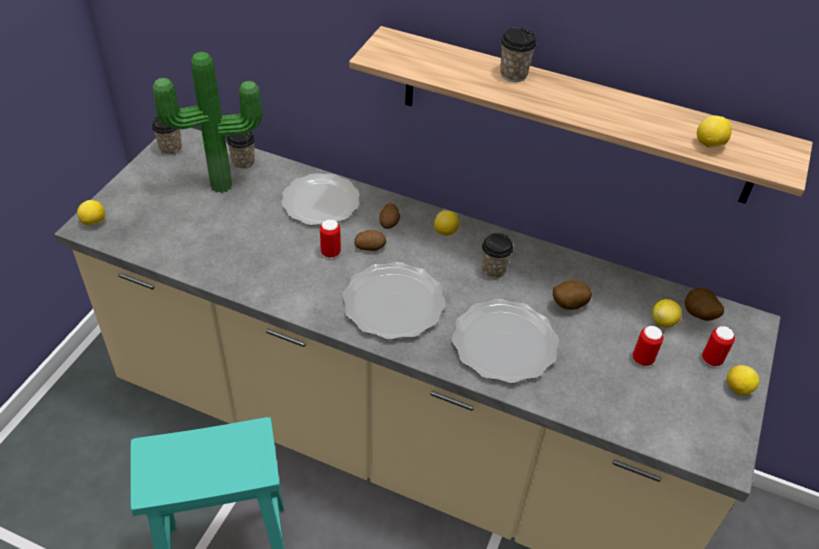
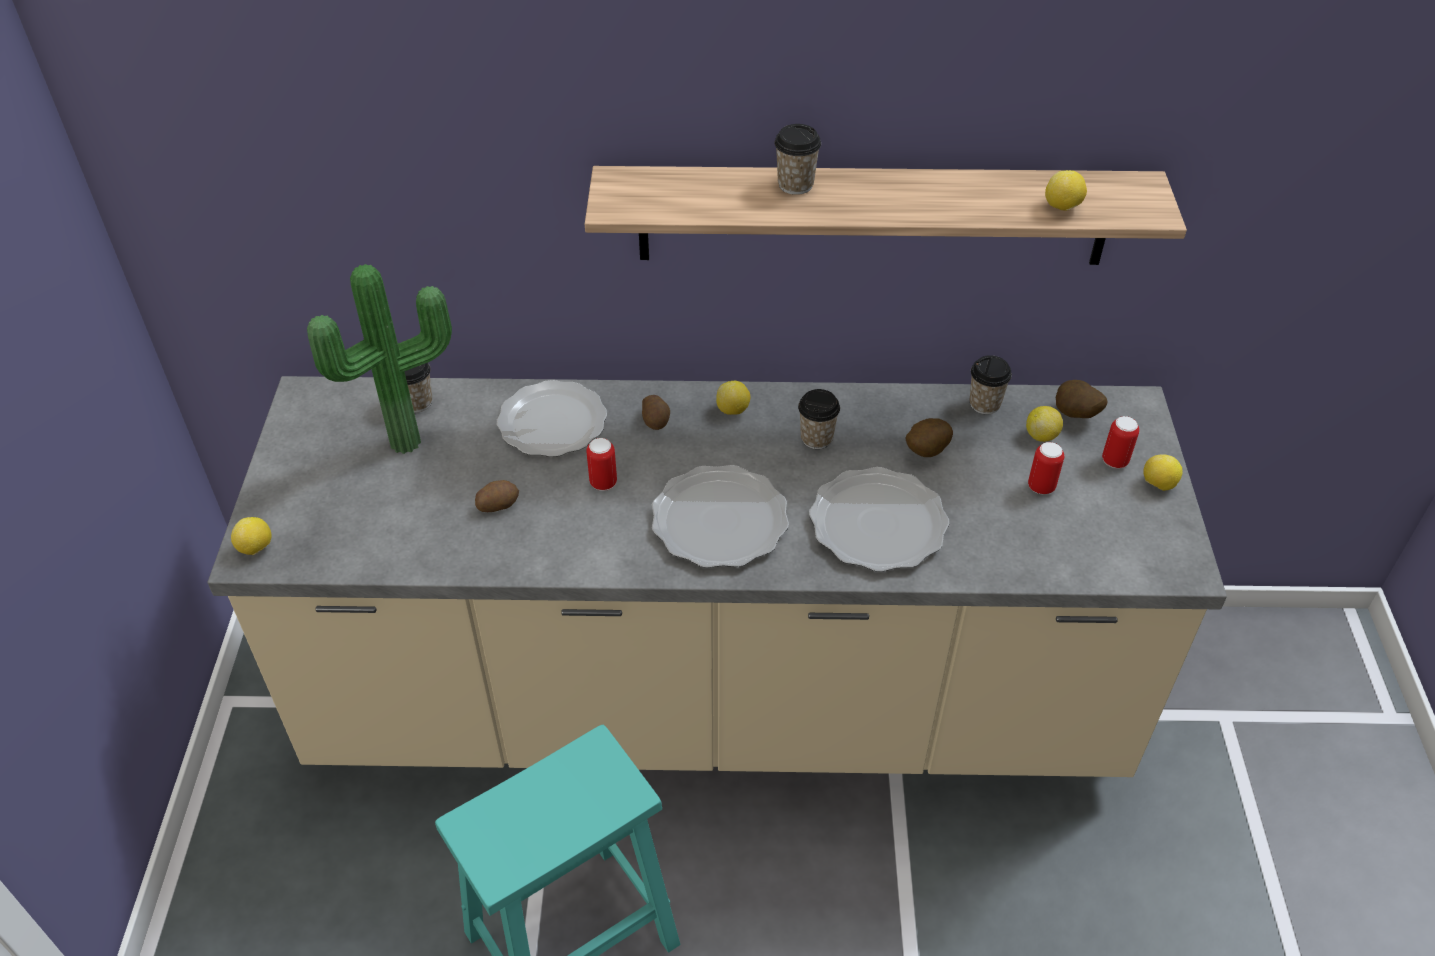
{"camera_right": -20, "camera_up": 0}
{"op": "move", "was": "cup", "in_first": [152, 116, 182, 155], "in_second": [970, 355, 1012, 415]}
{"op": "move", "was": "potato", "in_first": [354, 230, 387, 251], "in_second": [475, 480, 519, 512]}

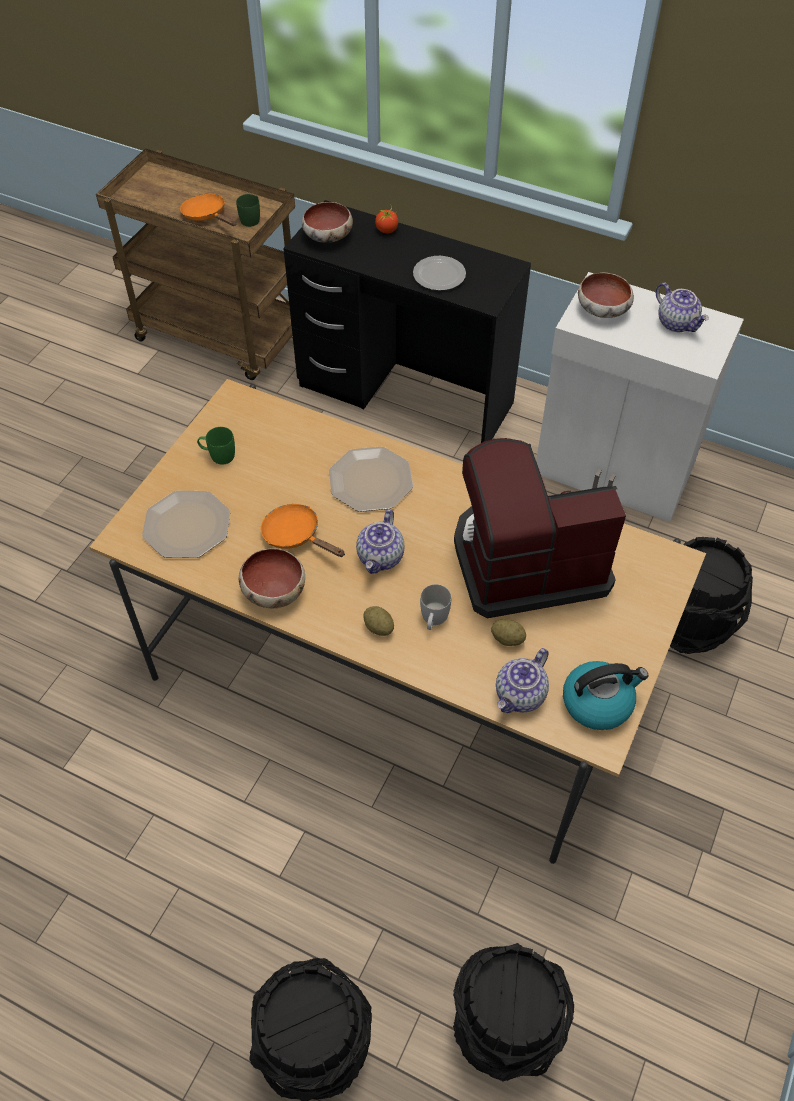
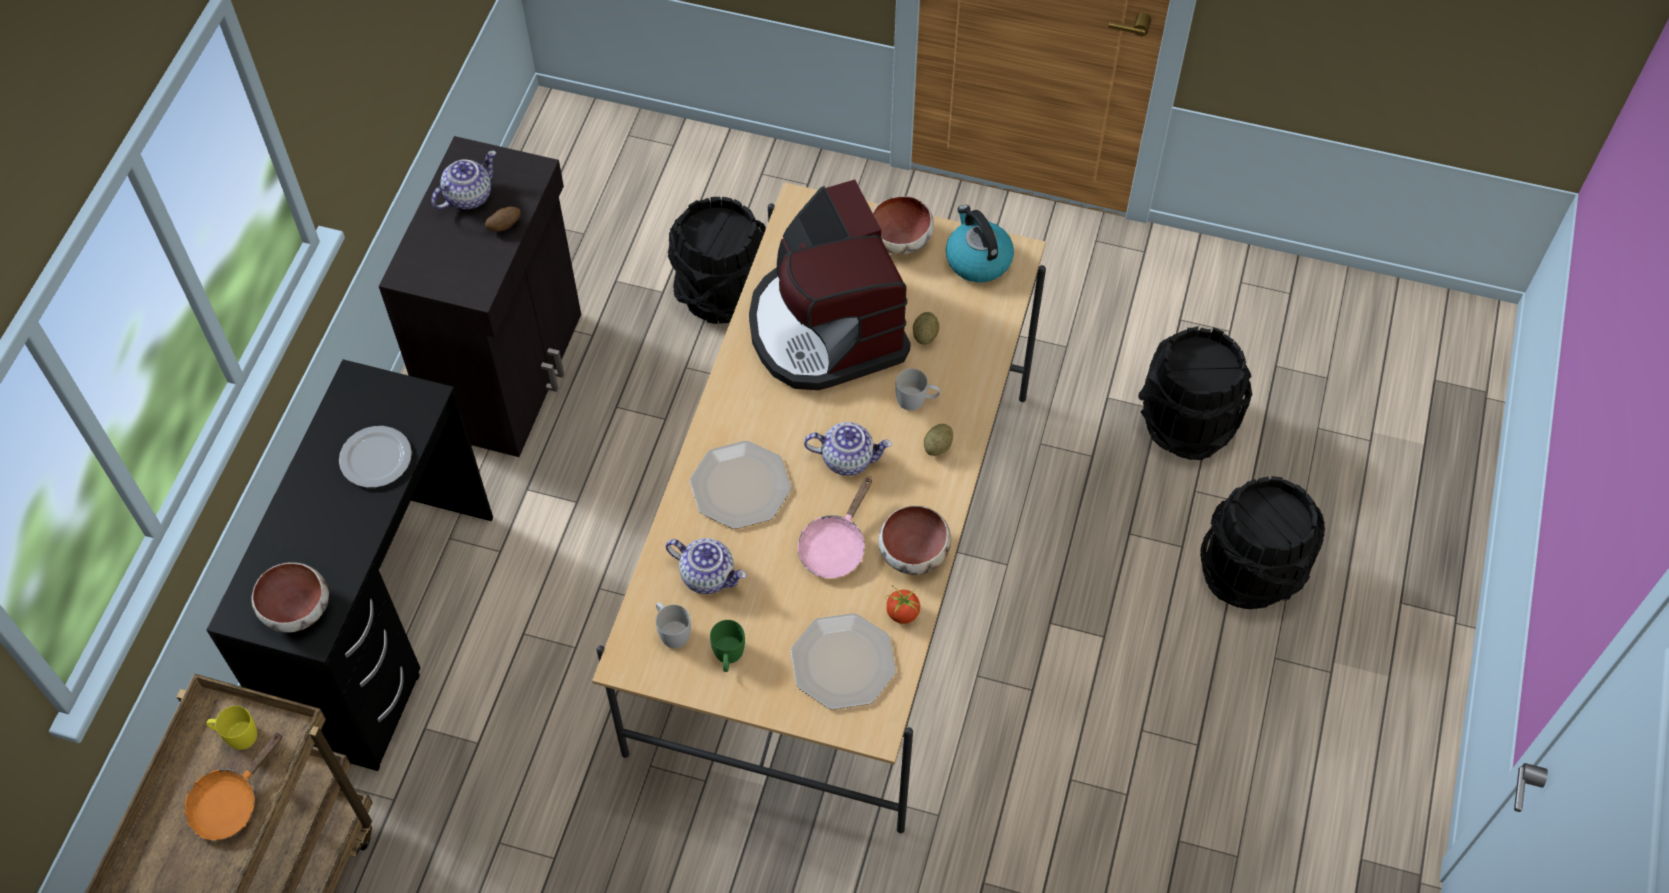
{"camera_right": -100, "camera_up": 5}
{"op": "insert", "now": "potato", "in_second": [485, 207, 521, 232]}
{"op": "insert", "now": "white mug", "in_second": [656, 602, 691, 648]}
{"op": "move", "was": "tomato", "in_first": [375, 205, 399, 233], "in_second": [885, 586, 920, 624]}
{"op": "move", "was": "teapot", "in_first": [496, 648, 549, 713], "in_second": [666, 538, 747, 594]}
{"op": "move", "was": "bowl", "in_first": [578, 272, 634, 318], "in_second": [872, 196, 934, 254]}
{"op": "recolor", "was": "green mug", "now": "yellow mug", "in_first": [236, 194, 260, 227], "in_second": [206, 706, 257, 750]}
{"op": "recolor", "was": "orange frying pan", "now": "pink frying pan", "in_first": [261, 504, 345, 557], "in_second": [798, 476, 872, 578]}
{"op": "recolor", "was": "white cabinet", "now": "black cabinet", "in_first": [536, 272, 744, 522], "in_second": [379, 136, 581, 457]}

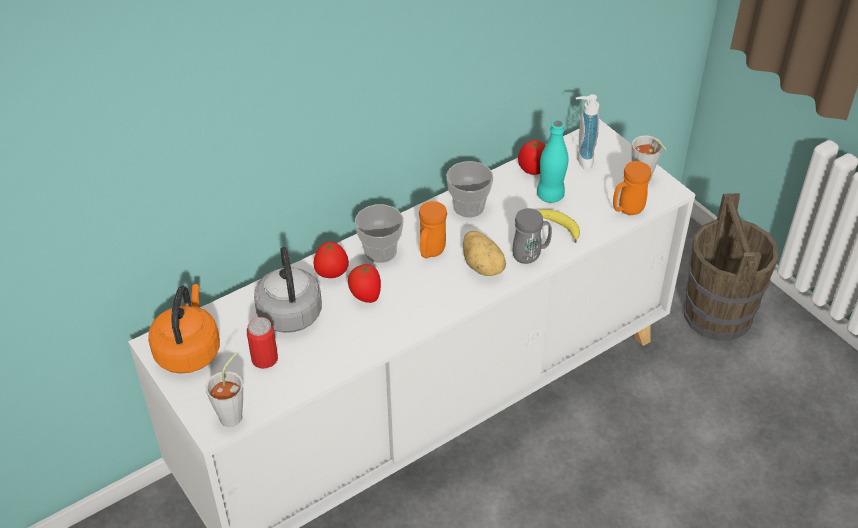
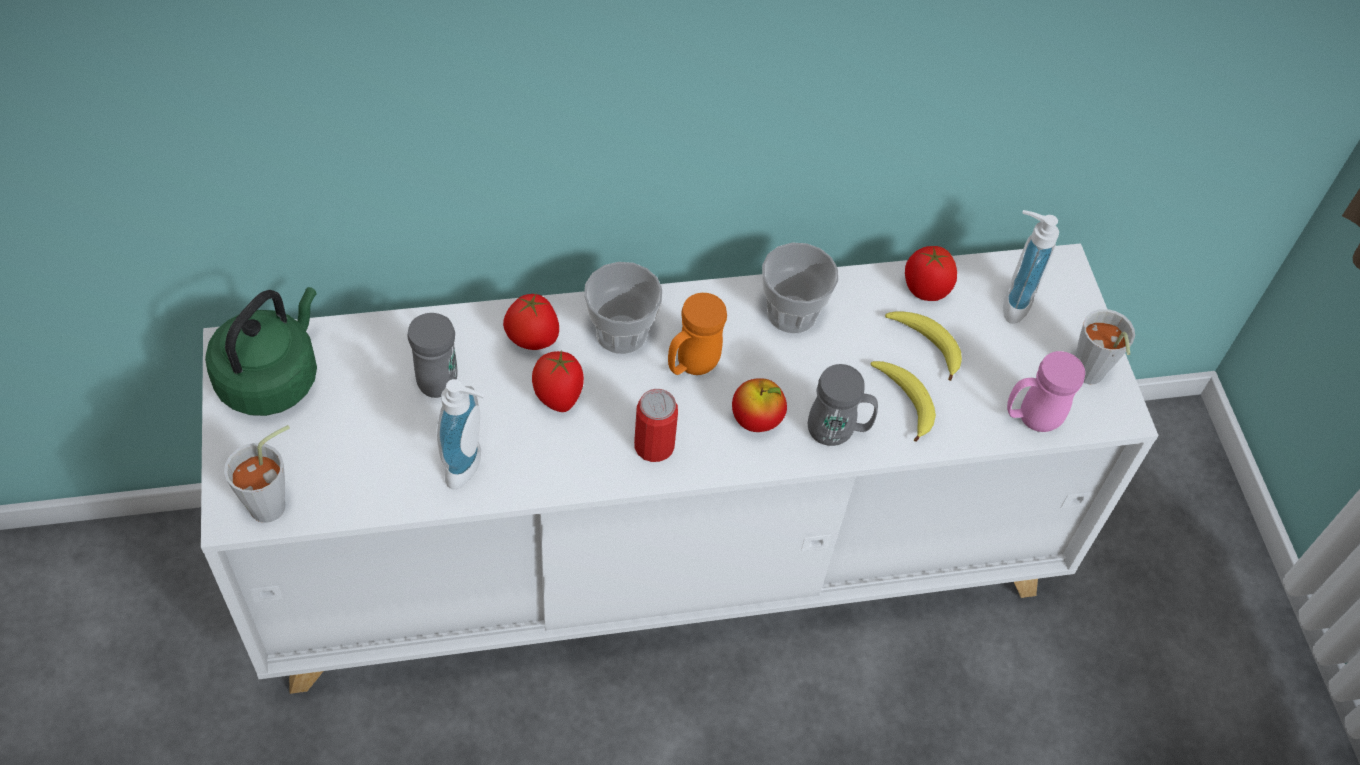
{"camera_right": 20, "camera_up": 10}
{"op": "delete", "was": "brown bucket", "in_first": [684, 193, 778, 341]}
{"op": "insert", "now": "soap dispenser", "in_second": [436, 379, 485, 489]}
{"op": "move", "was": "can", "in_first": [247, 317, 278, 369], "in_second": [634, 389, 678, 462]}
{"op": "replace", "was": "grey kettle", "now": "grey mug", "in_first": [254, 247, 322, 333], "in_second": [408, 313, 458, 398]}
{"op": "replace", "was": "potato", "now": "apple", "in_first": [463, 231, 506, 276], "in_second": [732, 378, 787, 432]}
{"op": "replace", "was": "turquoise bottle", "now": "banana", "in_first": [537, 120, 569, 203], "in_second": [885, 311, 962, 381]}
{"op": "recolor", "was": "orange kettle", "now": "green kettle", "in_first": [148, 284, 220, 374], "in_second": [205, 287, 317, 416]}
{"op": "recolor", "was": "orange mug", "now": "pink mug", "in_first": [613, 161, 651, 215], "in_second": [1007, 351, 1085, 432]}

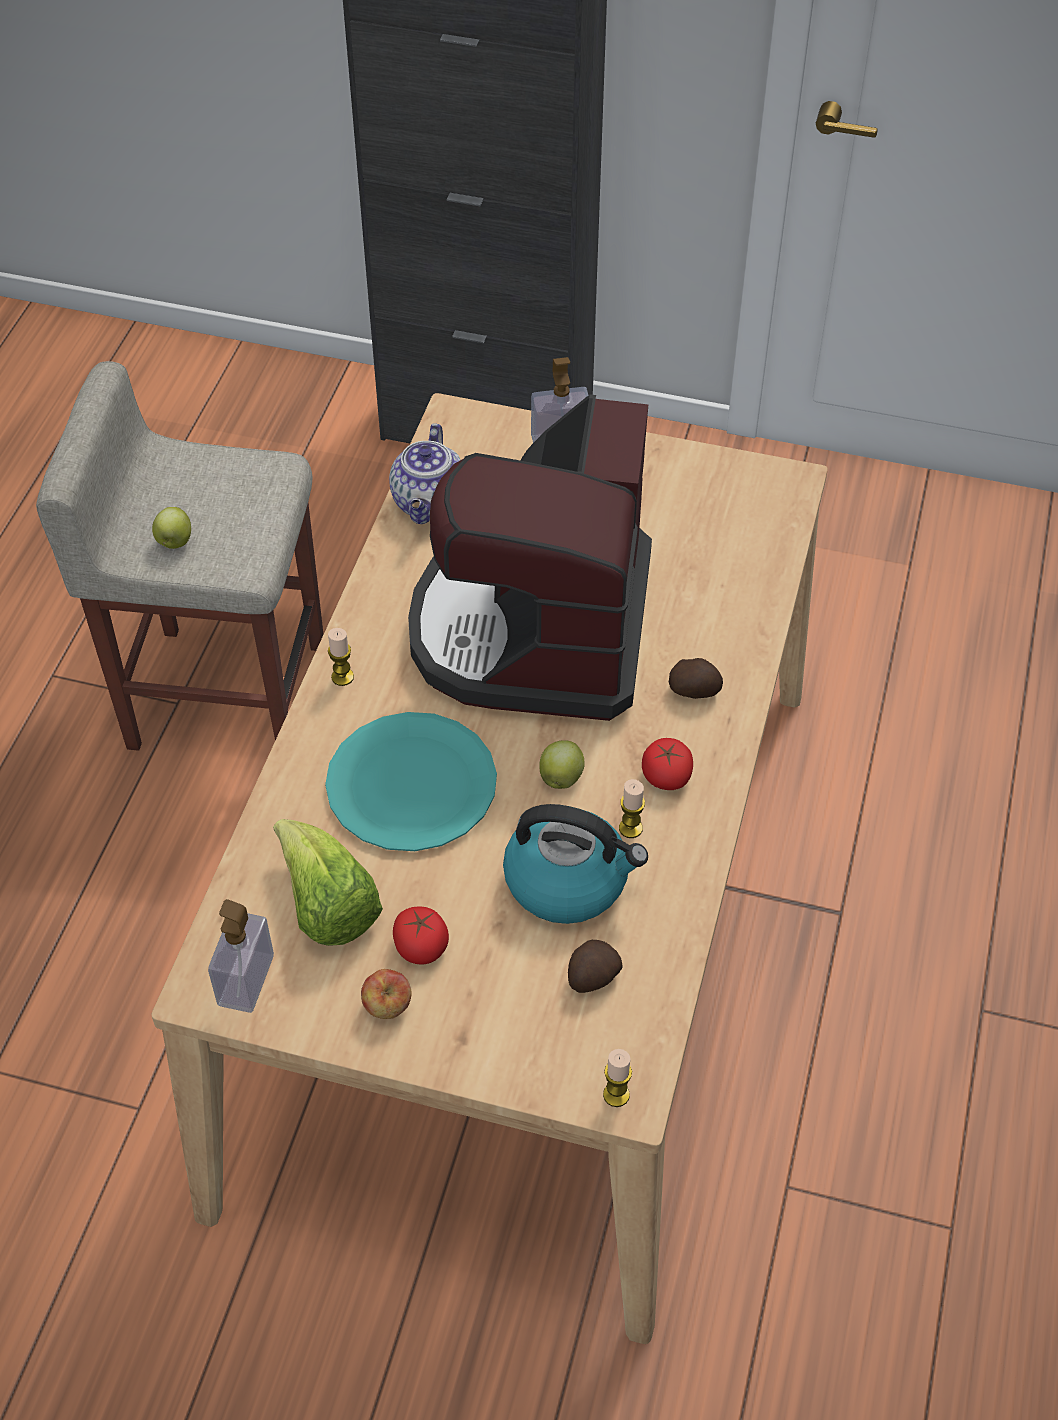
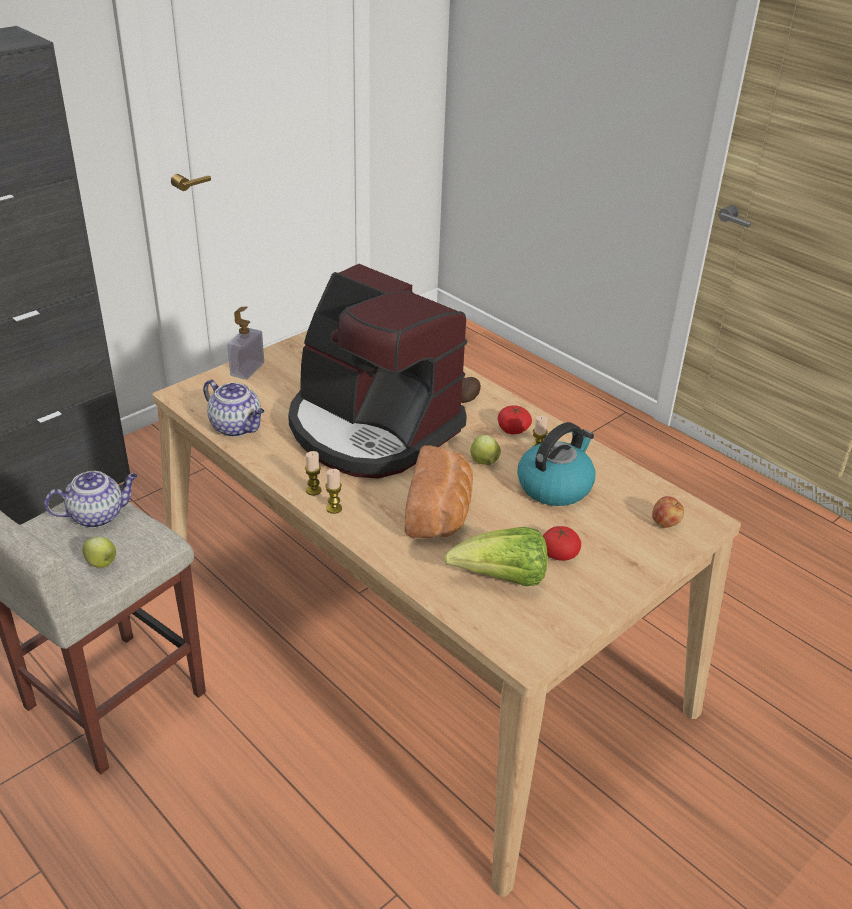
{"camera_right": -60, "camera_up": -15}
{"op": "delete", "was": "soap dispenser", "in_first": [208, 899, 274, 1013]}
{"op": "delete", "was": "potato", "in_first": [568, 940, 622, 993]}
{"op": "insert", "now": "teapot", "in_second": [44, 471, 138, 528]}
{"op": "move", "was": "apple", "in_first": [361, 969, 412, 1019], "in_second": [652, 496, 684, 528]}
{"op": "move", "was": "candle", "in_first": [603, 1049, 632, 1107], "in_second": [305, 451, 321, 495]}
{"op": "replace", "was": "turquoise plate", "now": "bread", "in_first": [325, 712, 497, 851], "in_second": [405, 445, 473, 539]}

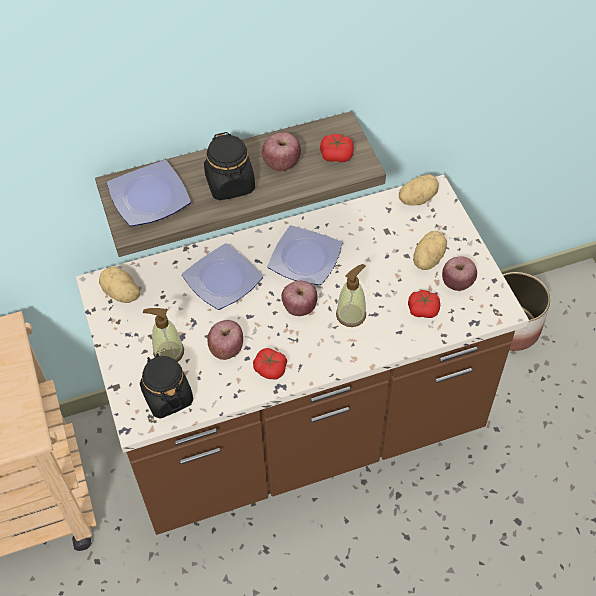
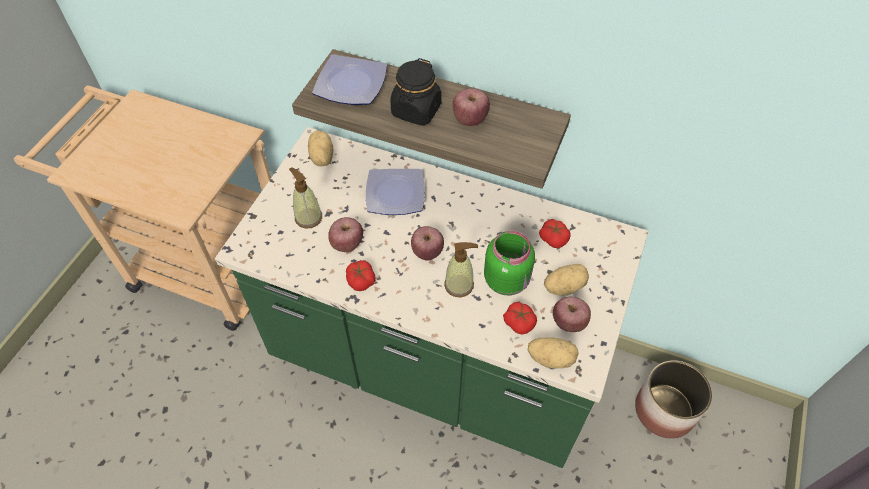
{"camera_right": 40, "camera_up": 0}
{"op": "delete", "was": "black jar", "in_first": [140, 353, 193, 418]}
{"op": "delete", "was": "plate", "in_first": [267, 225, 342, 285]}
{"op": "insert", "now": "green jar", "in_second": [484, 231, 535, 295]}
{"op": "move", "was": "tomato", "in_first": [320, 134, 354, 162], "in_second": [539, 219, 571, 248]}
{"op": "move", "was": "potato", "in_first": [399, 174, 439, 206], "in_second": [528, 337, 579, 368]}
{"op": "recolor", "was": "brown counter", "now": "green counter", "in_first": [76, 175, 529, 535], "in_second": [215, 127, 648, 468]}

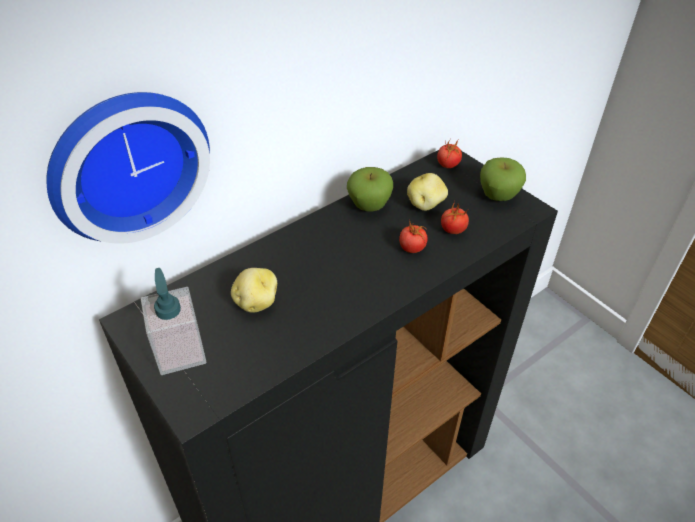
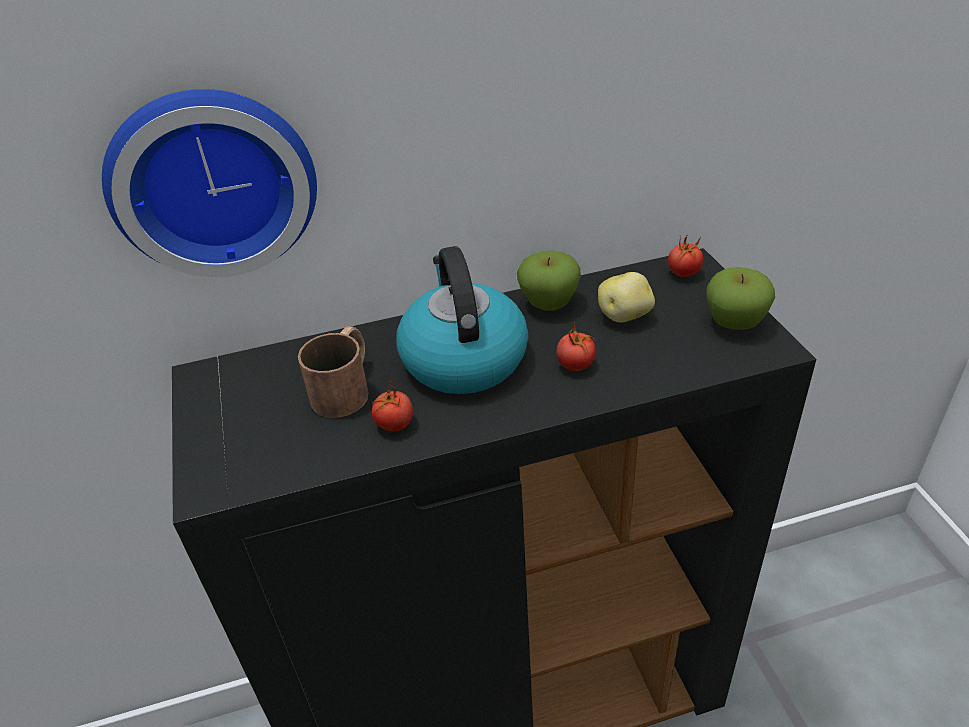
{"camera_right": 25, "camera_up": -5}
{"op": "delete", "was": "soap dispenser", "in_first": [141, 268, 206, 375]}
{"op": "insert", "now": "kettle", "in_second": [396, 246, 528, 394]}
{"op": "move", "was": "tomato", "in_first": [441, 201, 469, 234], "in_second": [372, 380, 413, 431]}
{"op": "replace", "was": "potato", "now": "brown mug", "in_first": [231, 268, 277, 313], "in_second": [298, 326, 369, 418]}

